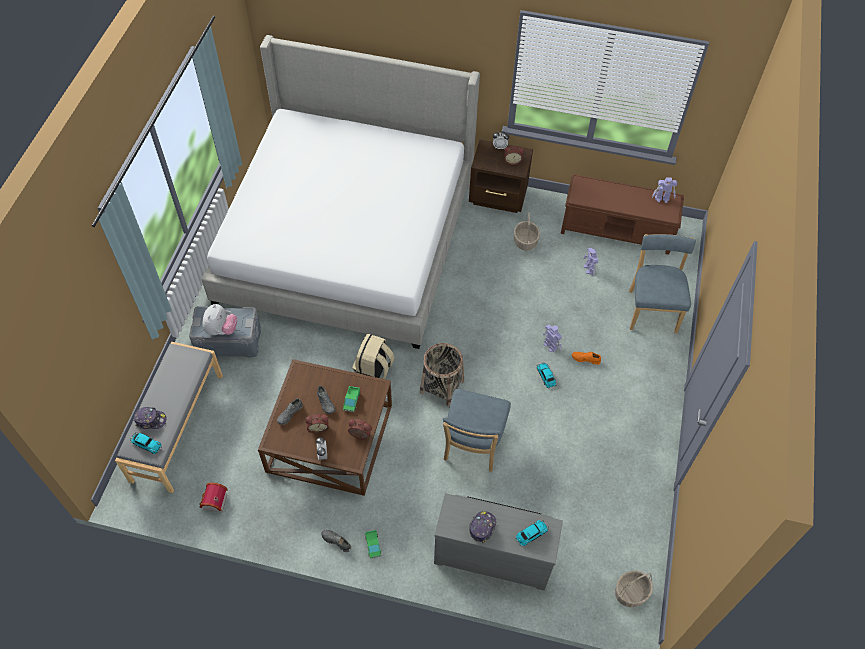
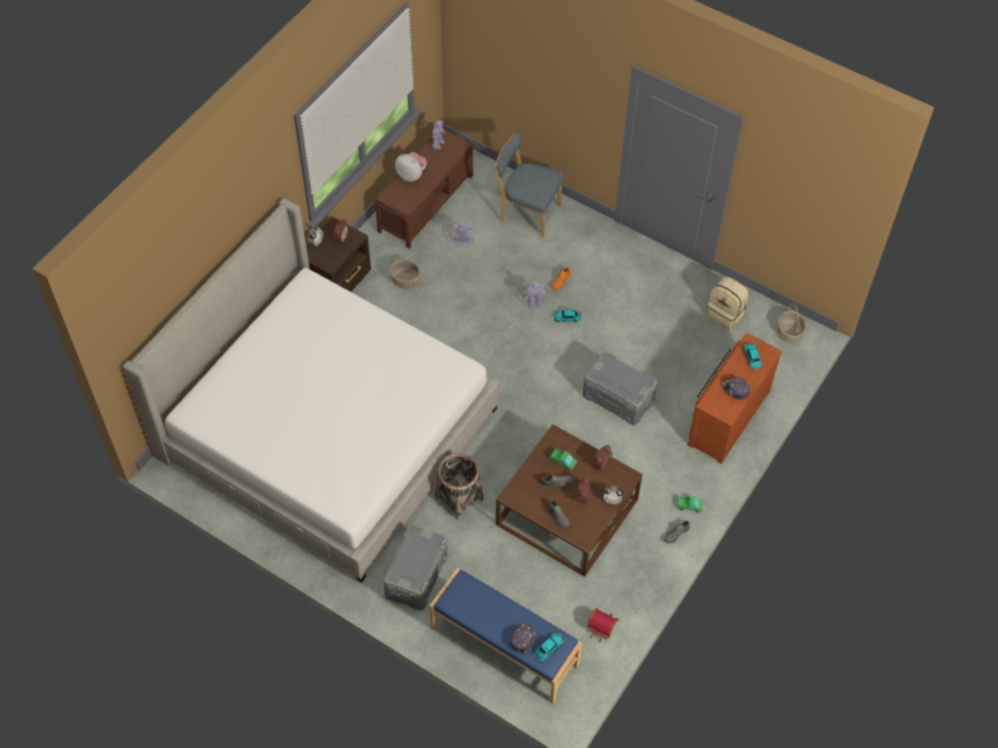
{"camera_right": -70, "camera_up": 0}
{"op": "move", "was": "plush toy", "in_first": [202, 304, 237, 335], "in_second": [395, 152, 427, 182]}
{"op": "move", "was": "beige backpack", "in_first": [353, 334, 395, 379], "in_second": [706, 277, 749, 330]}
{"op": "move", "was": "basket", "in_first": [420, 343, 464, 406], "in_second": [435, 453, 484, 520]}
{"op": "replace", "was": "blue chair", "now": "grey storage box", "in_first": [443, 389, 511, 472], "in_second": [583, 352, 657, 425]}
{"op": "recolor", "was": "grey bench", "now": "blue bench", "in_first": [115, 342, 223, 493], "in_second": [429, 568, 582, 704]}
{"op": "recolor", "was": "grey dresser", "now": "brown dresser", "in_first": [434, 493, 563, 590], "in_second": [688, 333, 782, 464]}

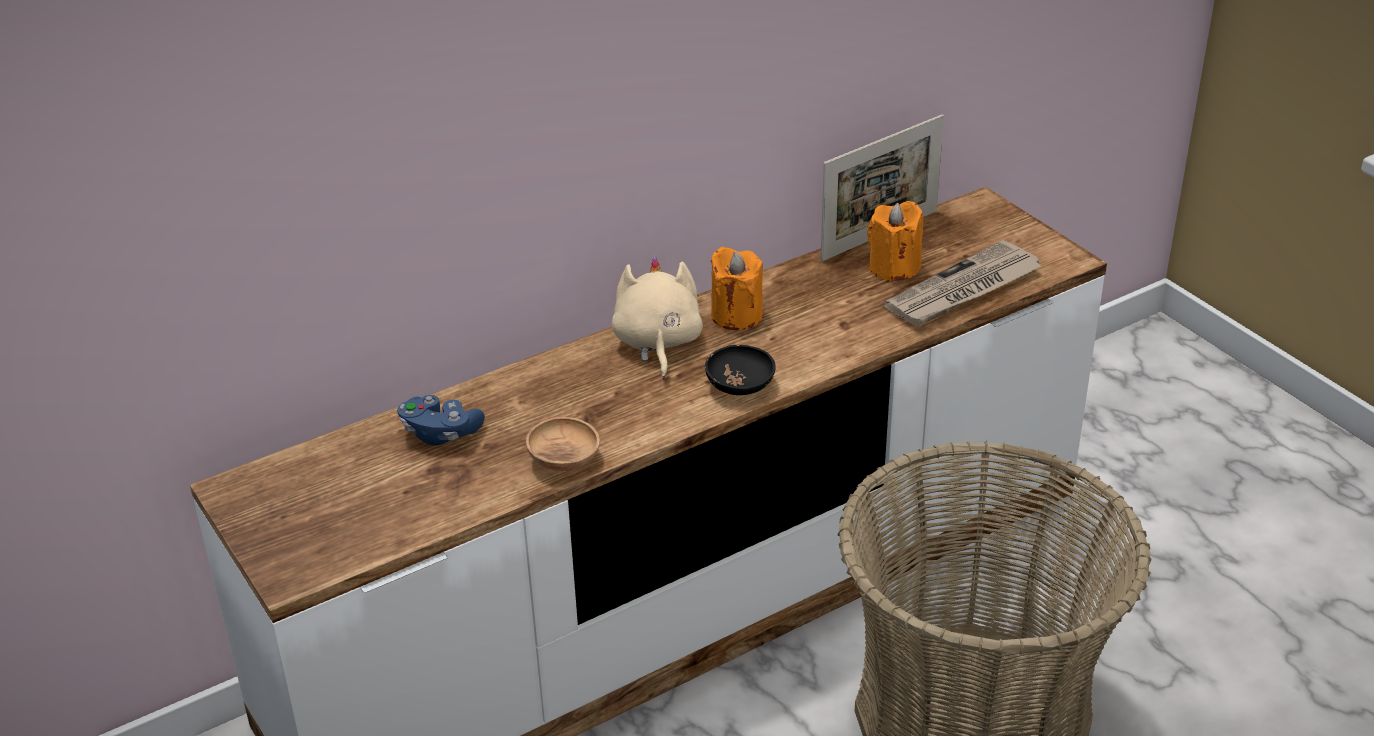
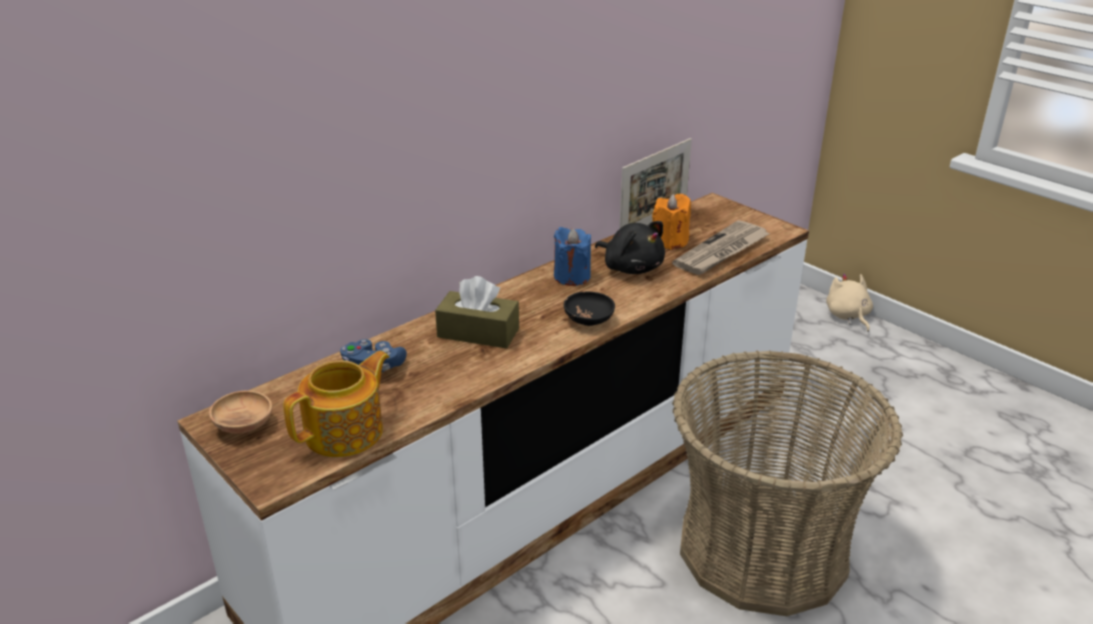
{"camera_right": -10, "camera_up": -5}
{"op": "insert", "now": "teapot", "in_second": [283, 351, 390, 457]}
{"op": "insert", "now": "brown tissue box", "in_second": [435, 276, 519, 349]}
{"op": "insert", "now": "black plush toy", "in_second": [595, 221, 665, 274]}
{"op": "move", "was": "brown bowl", "in_first": [526, 417, 600, 471], "in_second": [209, 390, 272, 434]}
{"op": "move", "was": "beige plush toy", "in_first": [612, 257, 703, 379], "in_second": [826, 273, 873, 332]}
{"op": "recolor", "was": "orange candle", "now": "blue candle", "in_first": [710, 247, 763, 330], "in_second": [554, 227, 591, 286]}

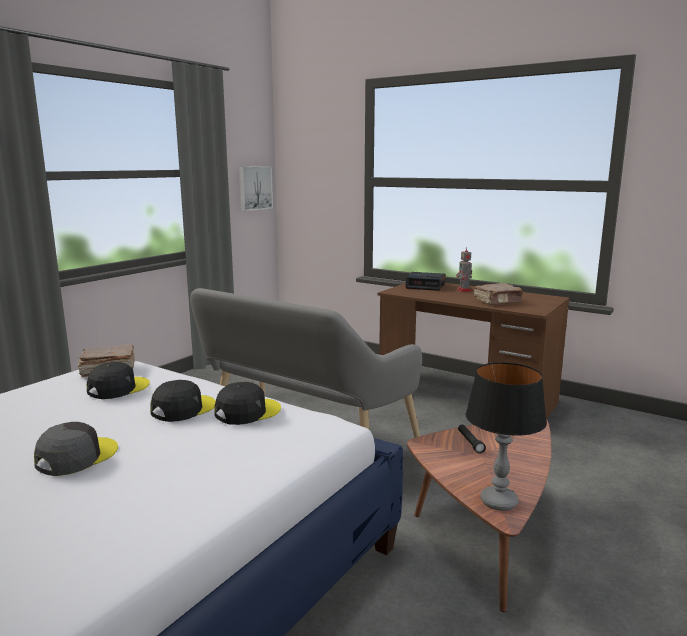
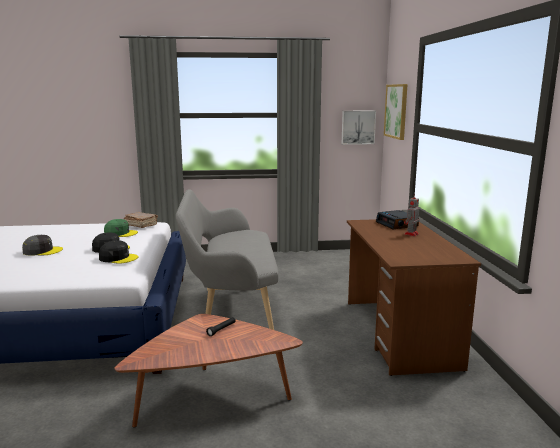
{"camera_right": 50, "camera_up": 0}
{"op": "delete", "was": "table lamp", "in_first": [466, 362, 547, 511]}
{"op": "delete", "was": "brown book", "in_first": [474, 283, 523, 305]}
{"op": "insert", "now": "picture", "in_second": [384, 84, 408, 140]}
{"op": "recolor", "was": "black cap", "now": "green cap", "in_first": [87, 362, 150, 399], "in_second": [104, 219, 138, 237]}

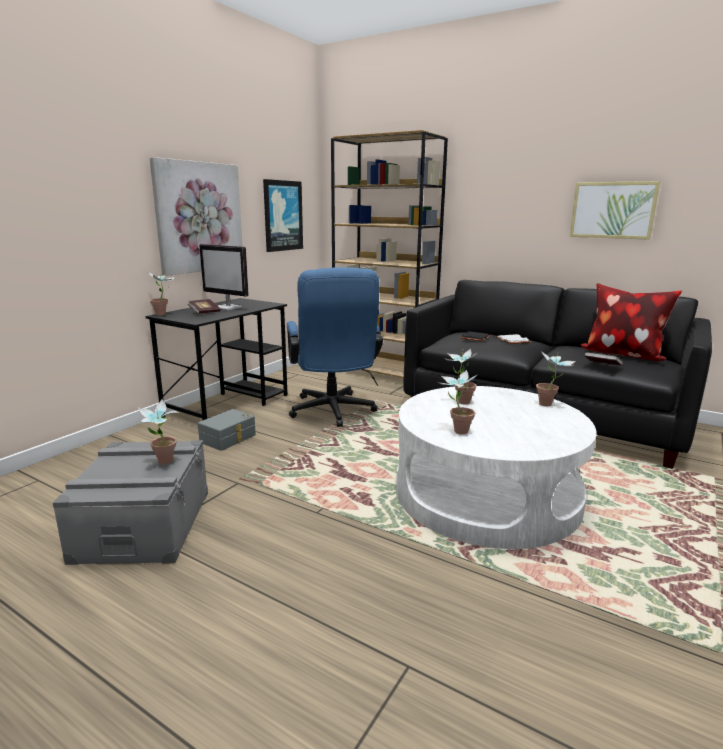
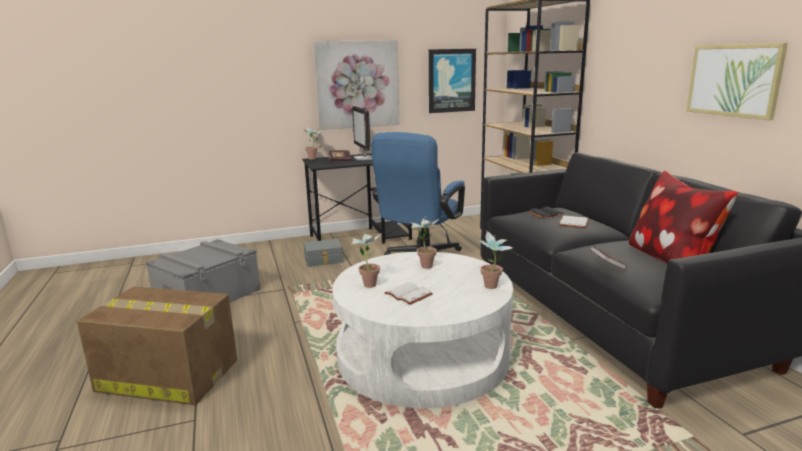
{"camera_right": 40, "camera_up": 0}
{"op": "delete", "was": "potted plant", "in_first": [138, 399, 179, 465]}
{"op": "insert", "now": "cardboard box", "in_second": [77, 286, 237, 405]}
{"op": "insert", "now": "white book", "in_second": [384, 282, 433, 305]}

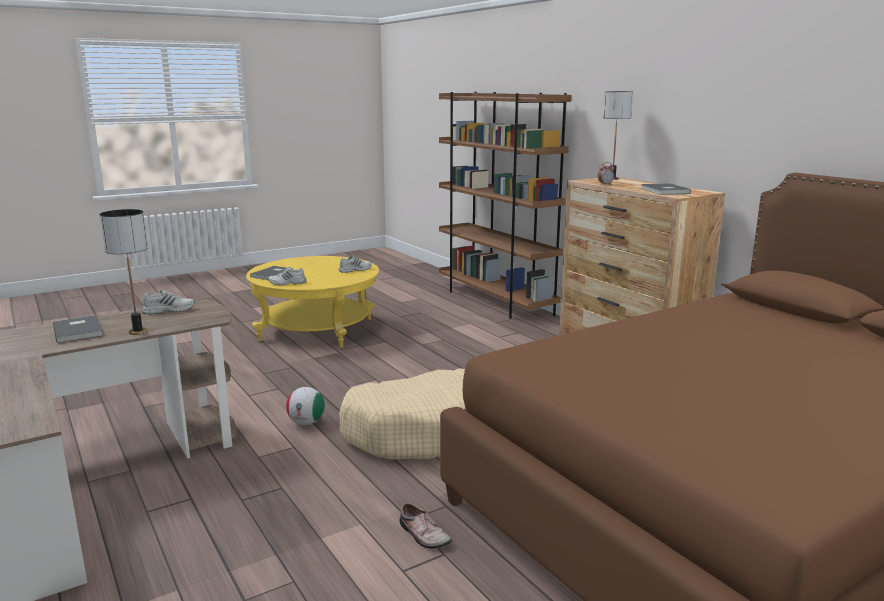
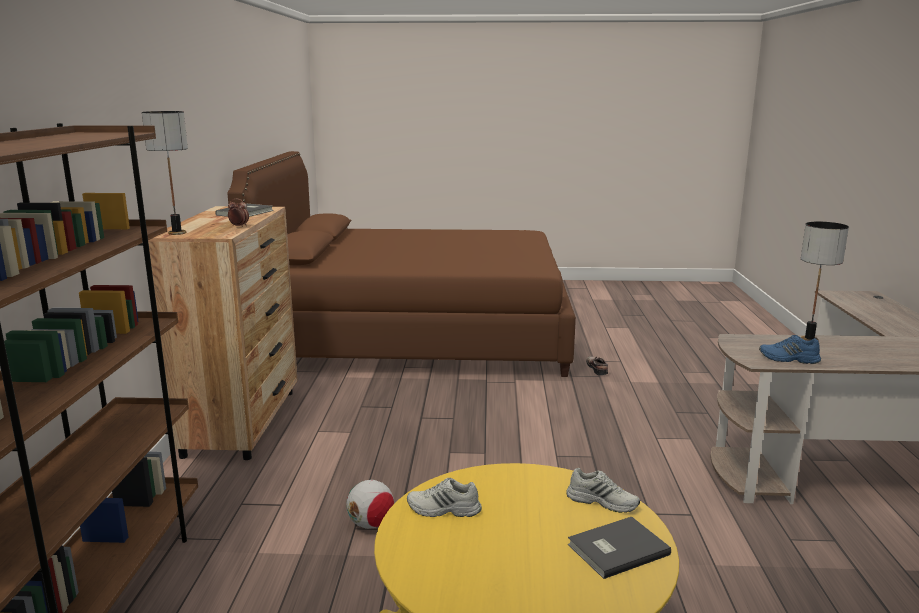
{"camera_right": -145, "camera_up": 0}
{"op": "delete", "was": "grey book", "in_first": [53, 315, 103, 343]}
{"op": "delete", "was": "beige dog bed", "in_first": [339, 368, 466, 460]}
{"op": "move", "was": "football", "in_first": [286, 387, 325, 425], "in_second": [346, 480, 394, 529]}
{"op": "recolor", "was": "white shoe", "now": "blue shoe", "in_first": [142, 290, 195, 315], "in_second": [759, 335, 821, 364]}

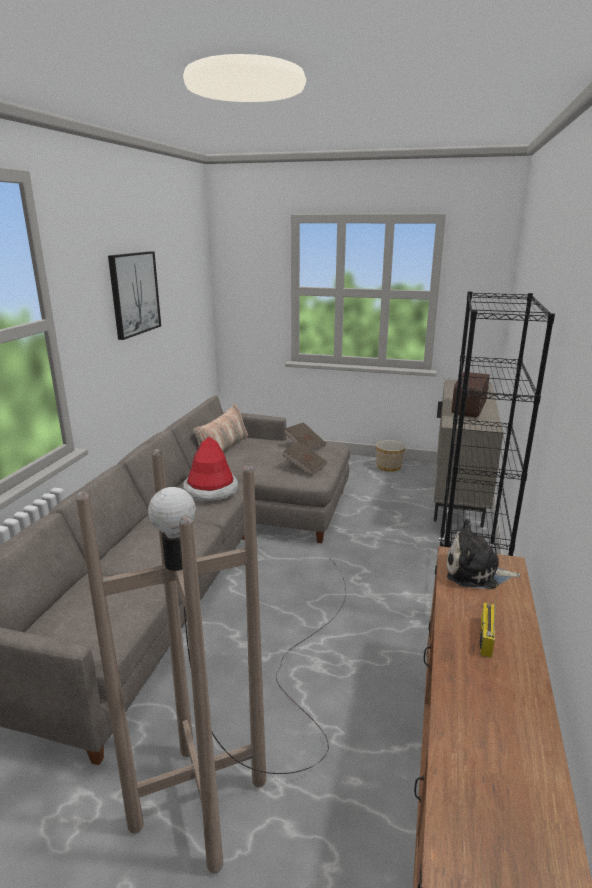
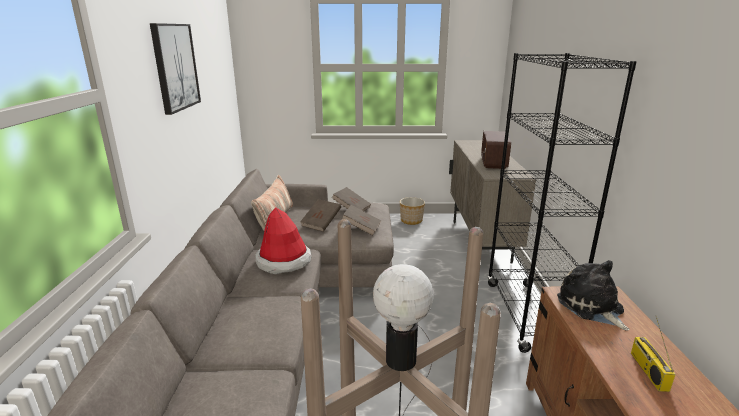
{"camera_right": -15, "camera_up": 0}
{"op": "insert", "now": "brown book", "in_second": [300, 199, 341, 232]}
{"op": "rotate", "was": "plush toy", "in_first": [447, 519, 520, 589], "in_second": [557, 260, 630, 331], "clockwise": 75}

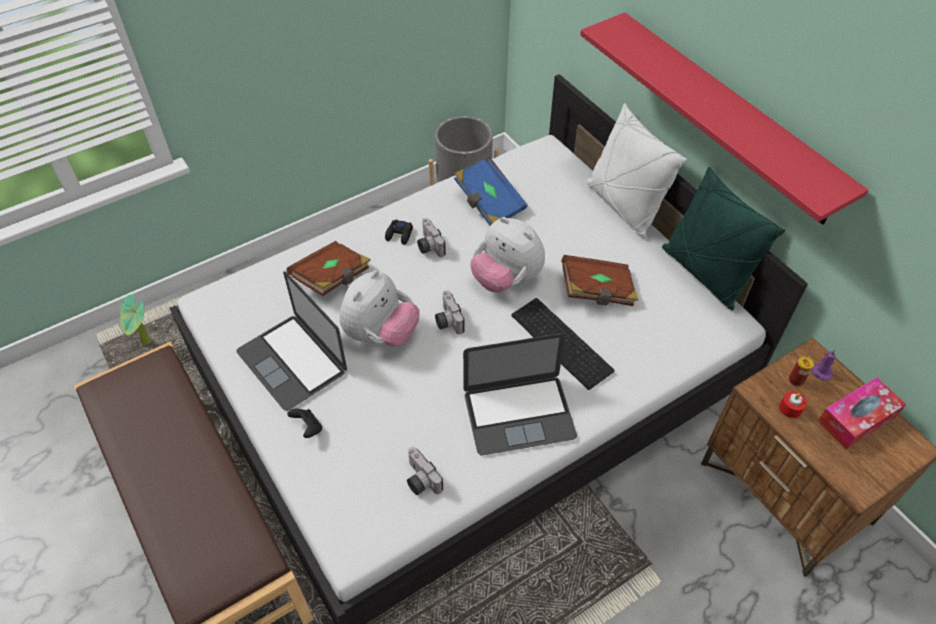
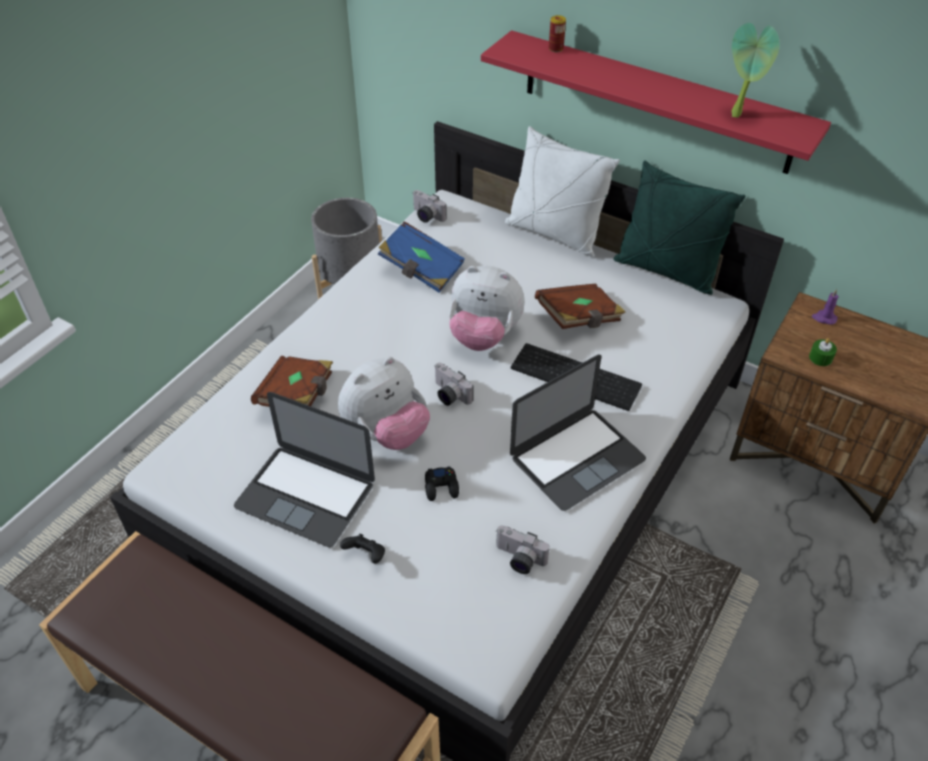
{"camera_right": -25, "camera_up": -5}
{"op": "delete", "was": "tissue box", "in_first": [818, 377, 906, 449]}
{"op": "move", "was": "potted plant", "in_first": [120, 294, 152, 347], "in_second": [731, 23, 779, 118]}
{"op": "move", "was": "black game controller", "in_first": [385, 220, 413, 245], "in_second": [425, 466, 459, 501]}
{"op": "move", "was": "photo camera", "in_first": [417, 218, 446, 257], "in_second": [412, 190, 447, 223]}
{"op": "move", "was": "can", "in_first": [789, 356, 814, 386], "in_second": [549, 15, 566, 52]}
{"op": "recolor", "was": "red candle", "now": "green candle", "in_first": [779, 391, 807, 418], "in_second": [809, 338, 837, 366]}
{"op": "rotate", "was": "plush toy", "in_first": [339, 270, 420, 347], "in_second": [338, 357, 430, 450], "clockwise": 45}

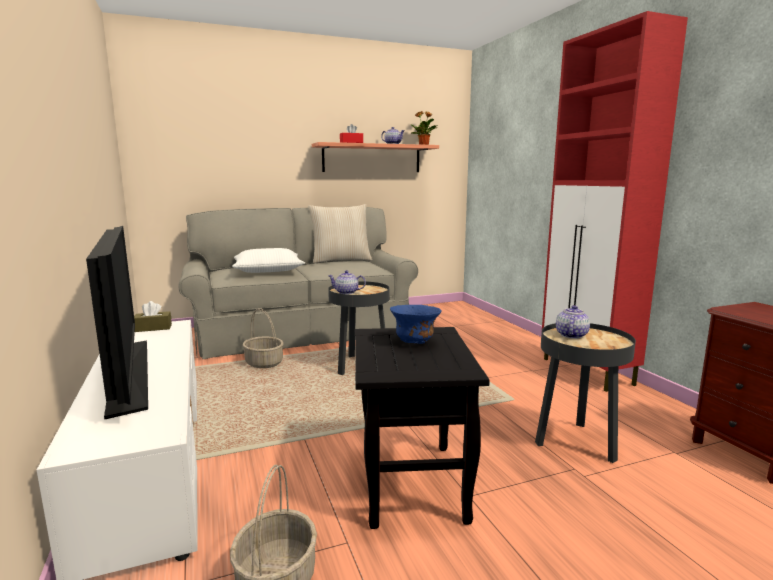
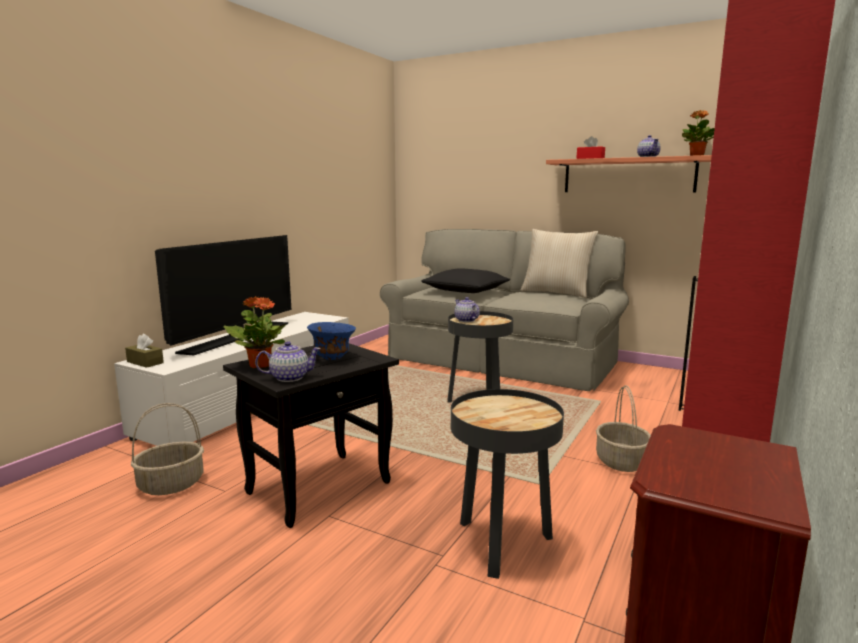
{"camera_right": 50, "camera_up": 0}
{"op": "insert", "now": "potted plant", "in_second": [224, 296, 287, 368]}
{"op": "move", "was": "brown tissue box", "in_first": [134, 301, 172, 332], "in_second": [125, 334, 164, 368]}
{"op": "move", "was": "basket", "in_first": [242, 308, 284, 368], "in_second": [596, 385, 651, 472]}
{"op": "move", "was": "teapot", "in_first": [556, 305, 590, 339], "in_second": [255, 341, 321, 382]}
{"op": "recolor", "was": "white pillow", "now": "black pillow", "in_first": [232, 248, 305, 273], "in_second": [421, 268, 510, 293]}

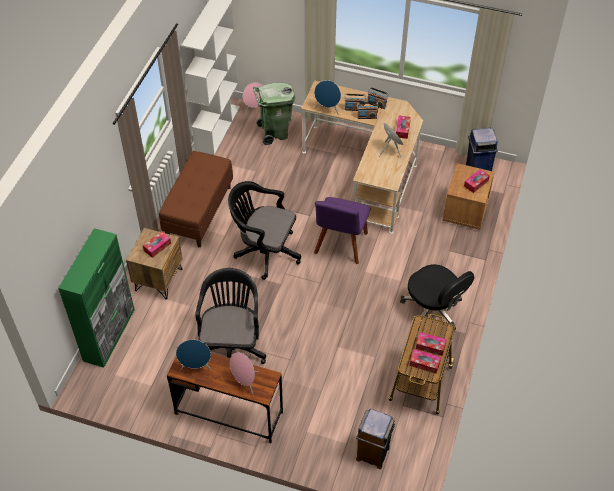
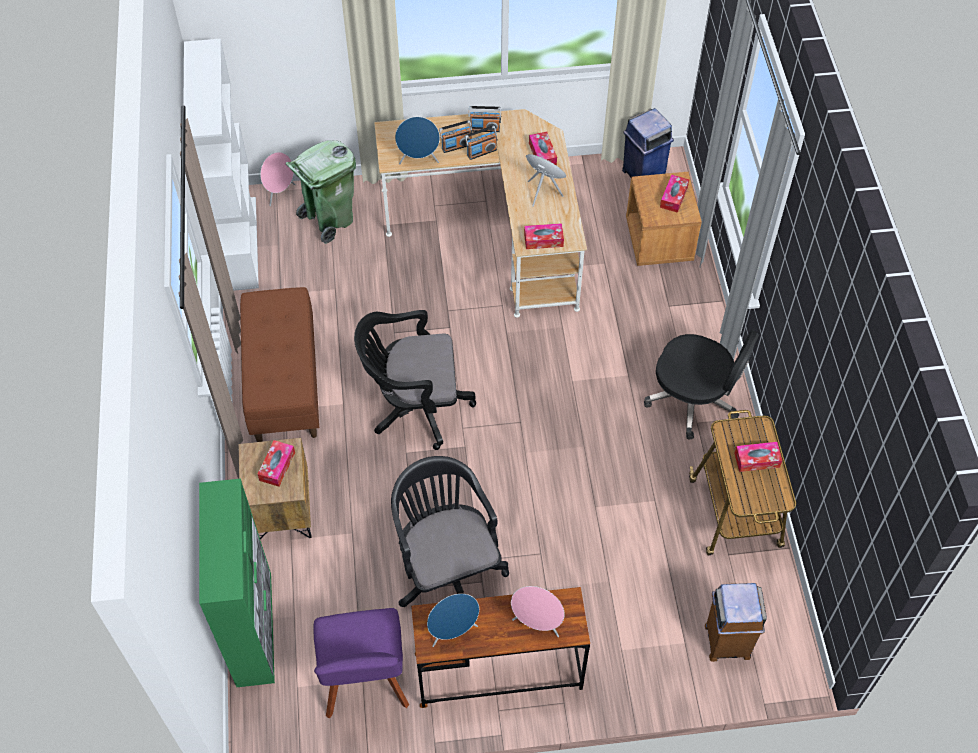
{"camera_right": -25, "camera_up": 5}
{"op": "move", "was": "purple chair", "in_first": [314, 197, 370, 264], "in_second": [313, 608, 409, 718]}
{"op": "move", "was": "tissue box", "in_first": [410, 349, 441, 374], "in_second": [524, 223, 564, 249]}

